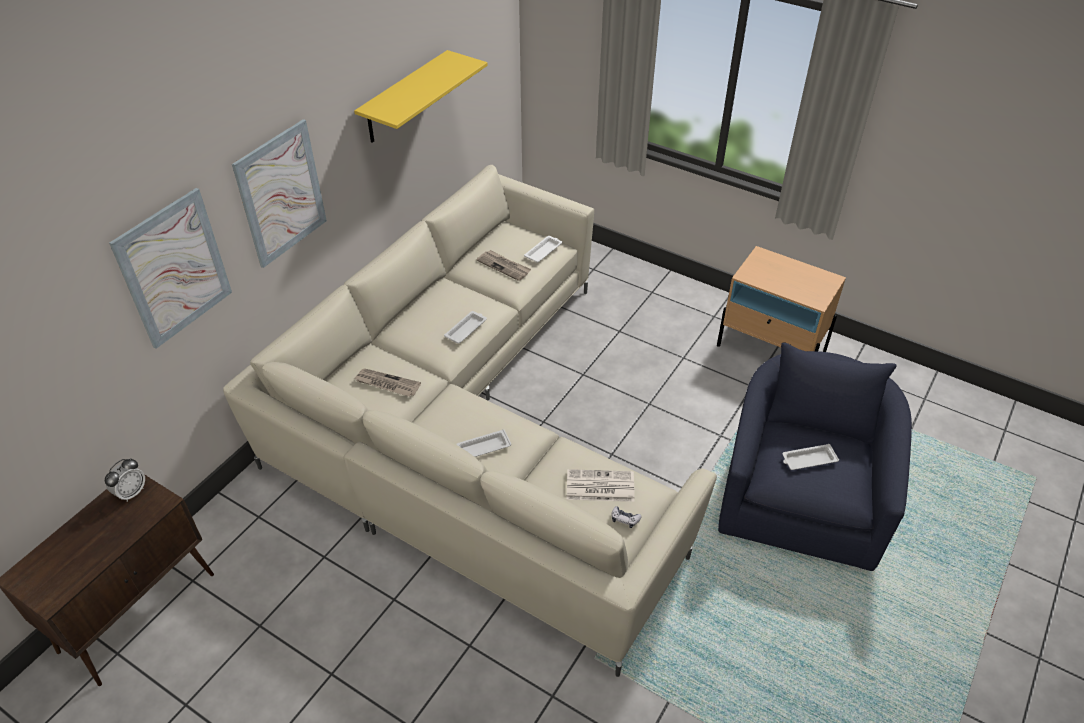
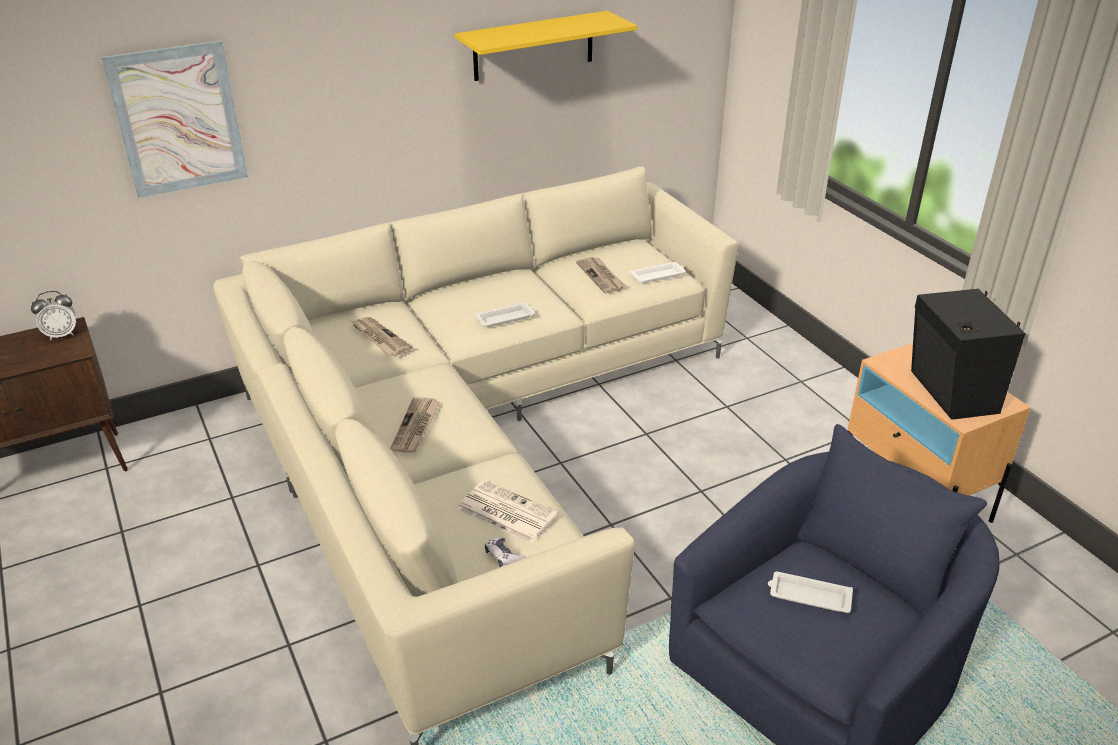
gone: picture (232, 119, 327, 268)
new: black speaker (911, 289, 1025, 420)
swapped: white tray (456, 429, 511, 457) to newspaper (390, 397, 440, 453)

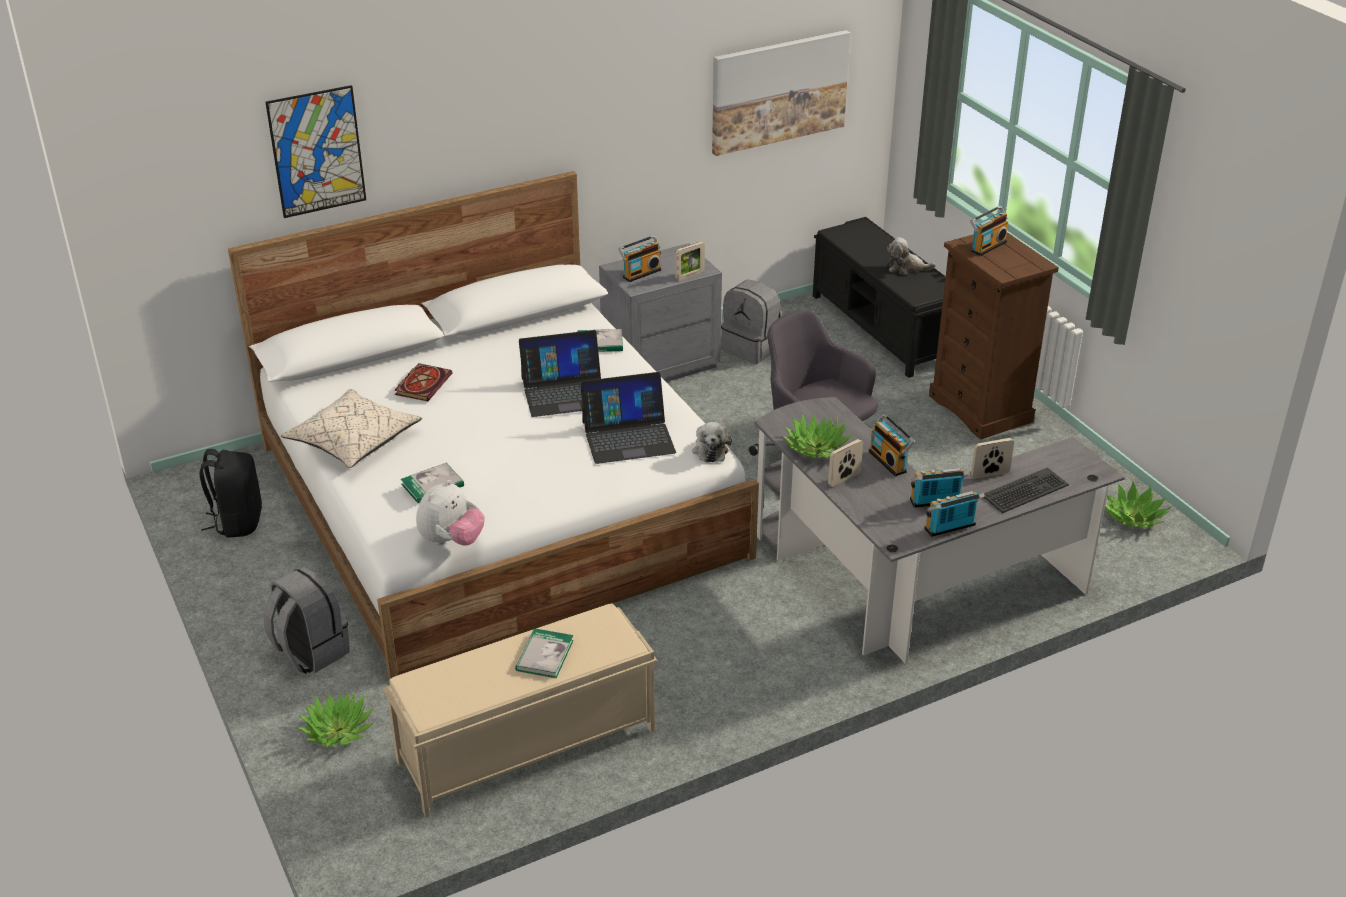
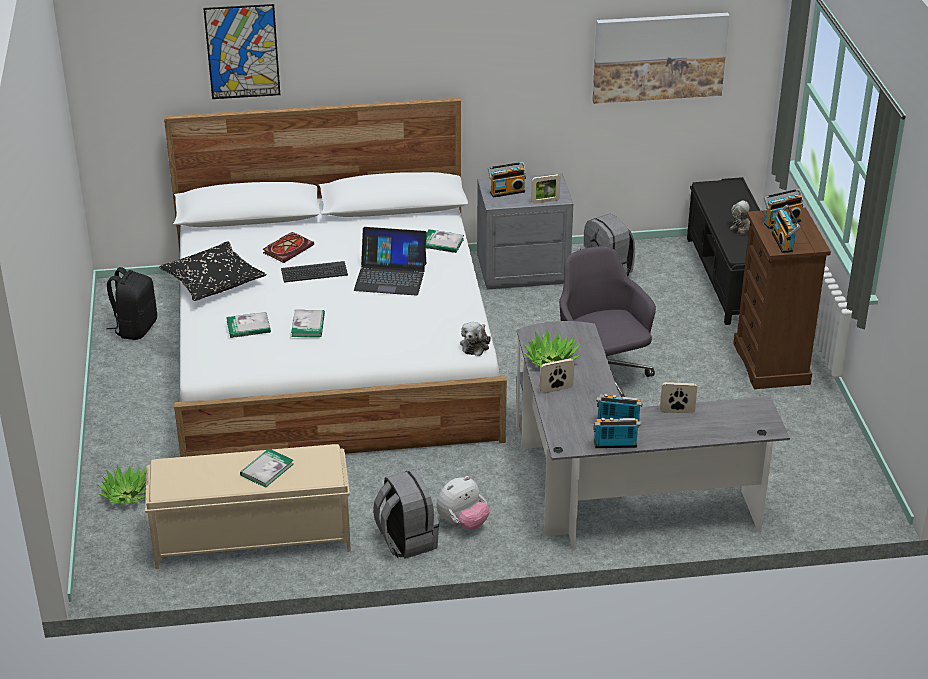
gone: laptop (580, 372, 676, 464); potted plant (1105, 481, 1171, 528)
new: book (291, 310, 325, 337)
shifted: grey backpack (264, 566, 350, 674) to (373, 469, 439, 559); plush toy (416, 480, 485, 546) to (437, 476, 490, 530); radio (869, 414, 915, 476) to (772, 205, 800, 253); keyboard (984, 467, 1069, 513) to (281, 261, 348, 283)
repainted: beige pillow (281, 389, 422, 468) to black pillow (159, 242, 267, 301)

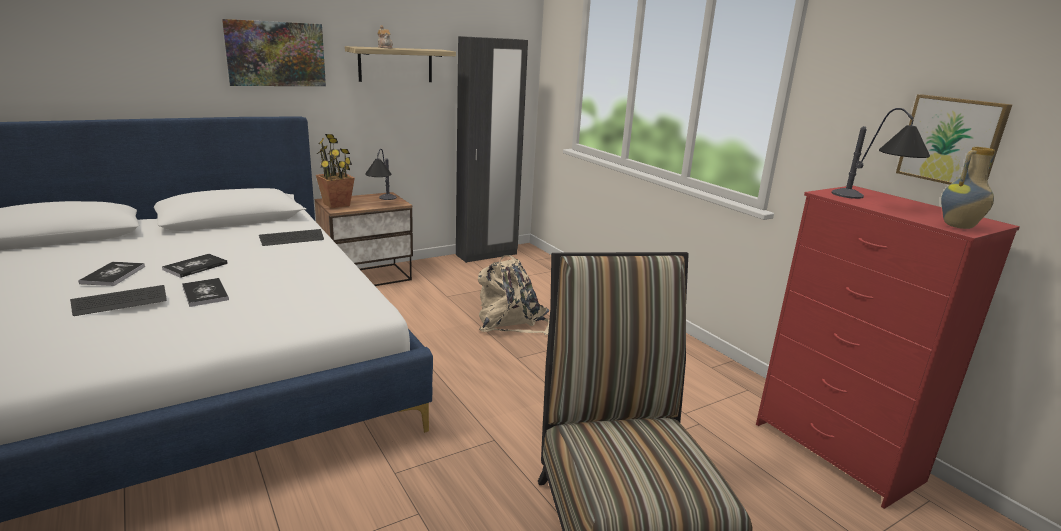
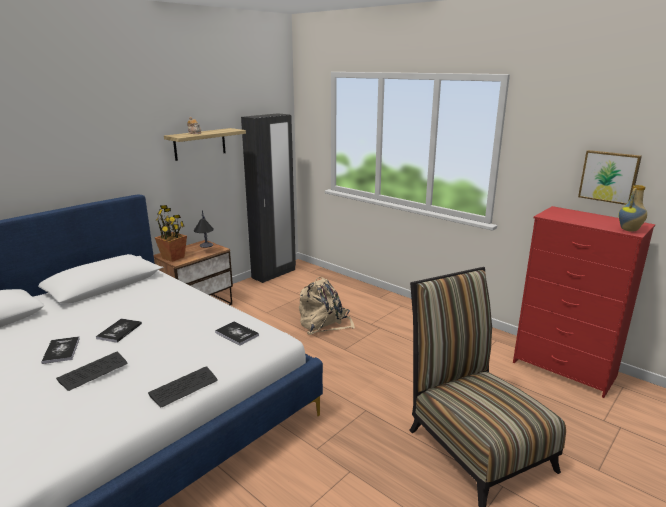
gone: picture (222, 19, 326, 86); table lamp (832, 108, 930, 199)
shifted: book (182, 278, 229, 307) to (215, 322, 259, 346); keyboard (259, 229, 324, 246) to (148, 366, 218, 407)

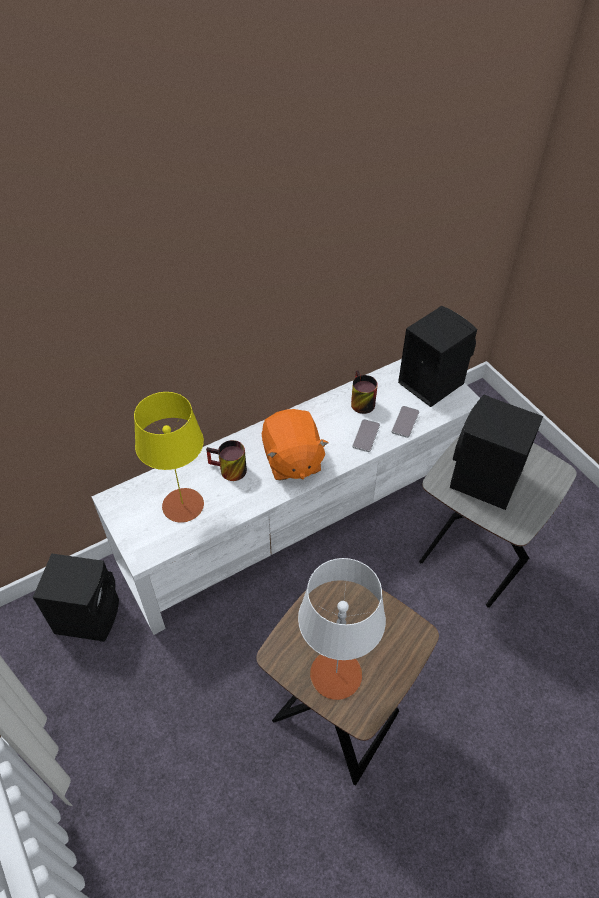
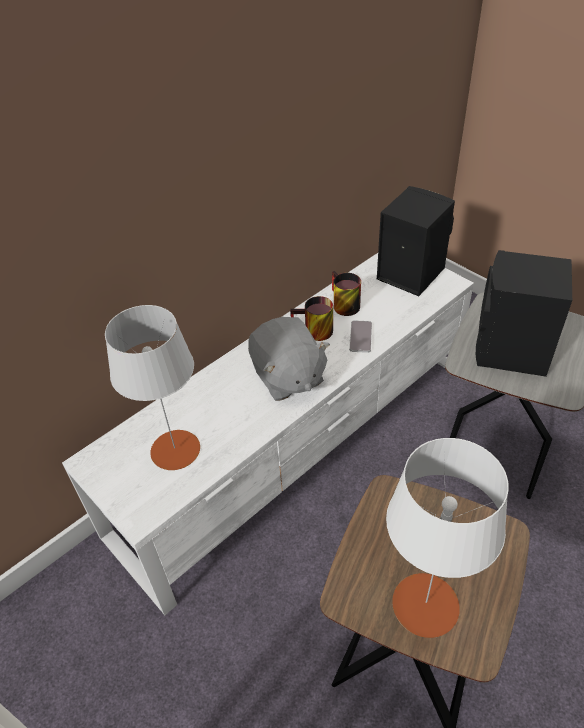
gone: black speaker (33, 553, 119, 642); phone (392, 406, 419, 438)
shifted: mug (206, 440, 247, 481) to (290, 296, 333, 341)
repainted: yellow table lamp (134, 392, 204, 523) to grey table lamp (105, 305, 200, 470); orange plush toy (262, 409, 329, 481) to grey plush toy (248, 317, 330, 401)

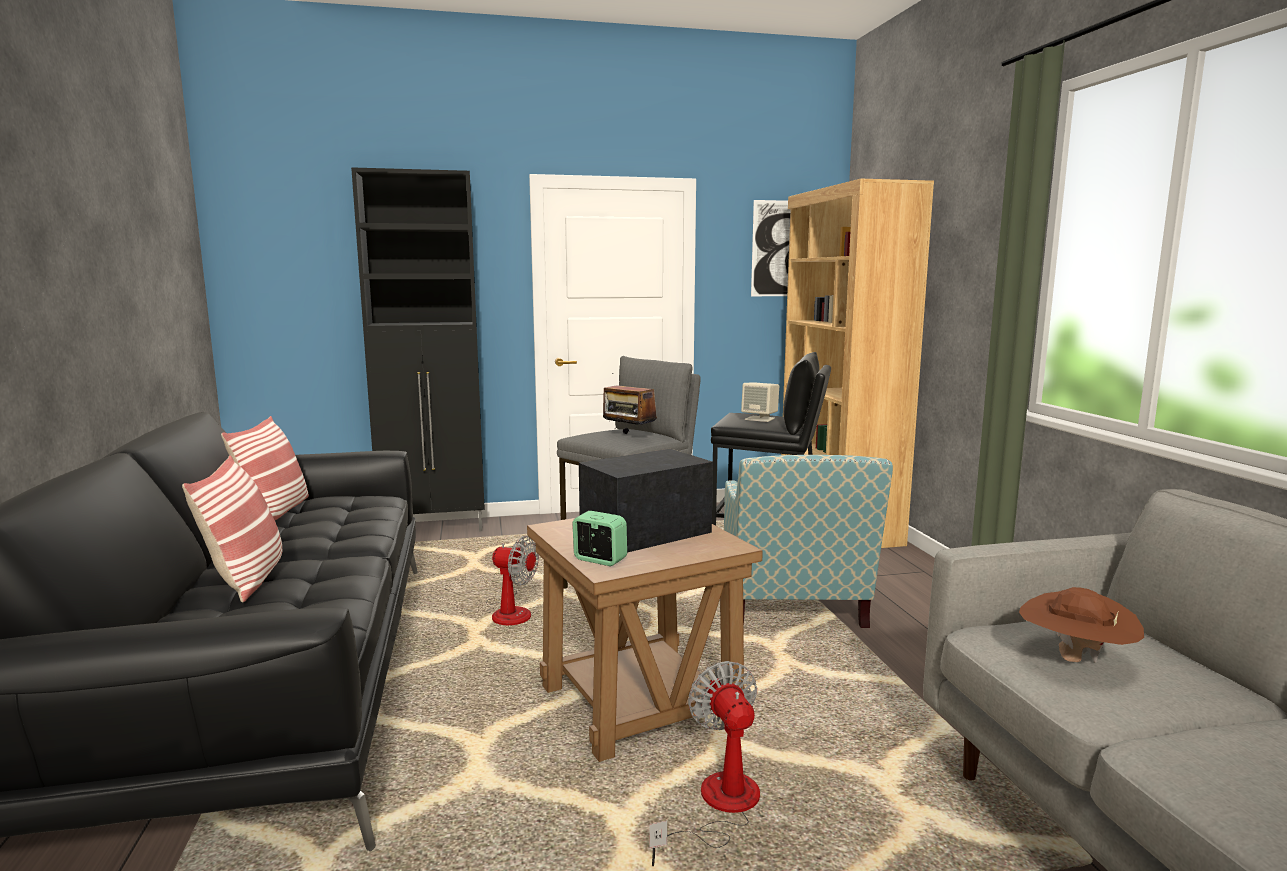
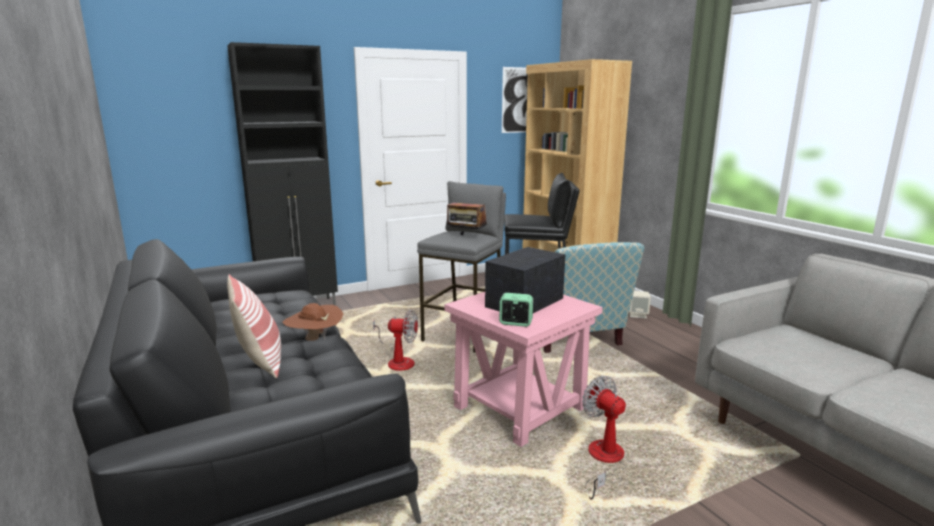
gone: pillow (221, 416, 309, 520)
shifted: beige speaker (741, 383, 779, 422) to (629, 291, 651, 319); brown hat (1019, 587, 1144, 663) to (282, 303, 343, 341)
repainted: brown side table (527, 518, 763, 762) to pink side table (445, 292, 603, 447)

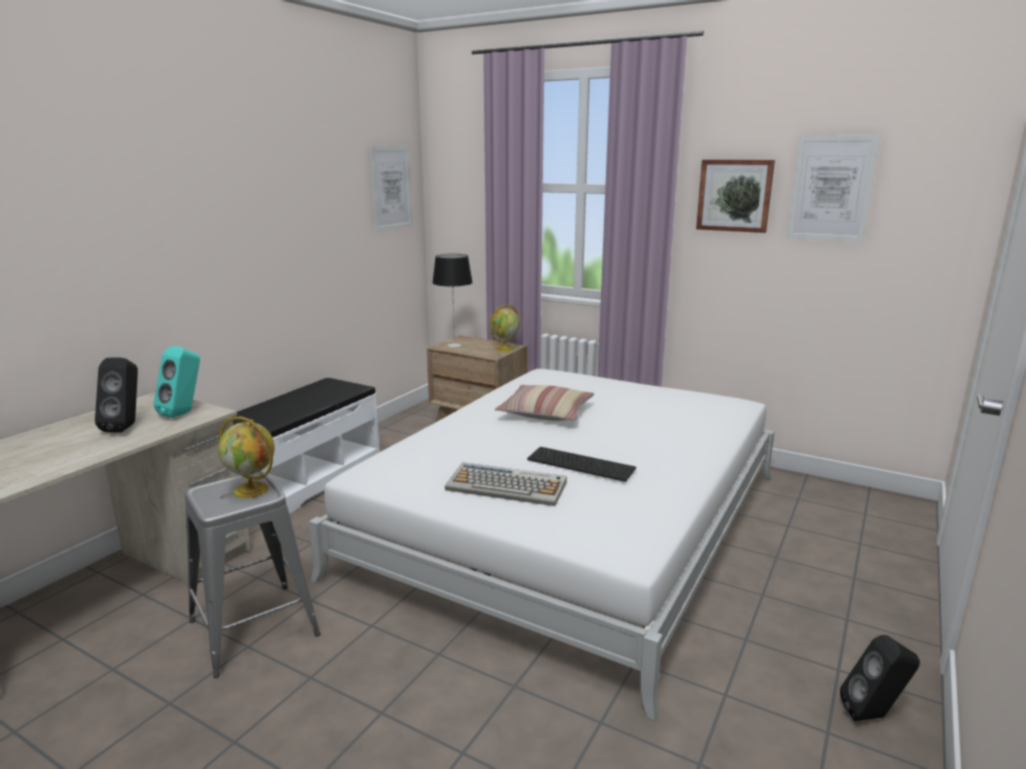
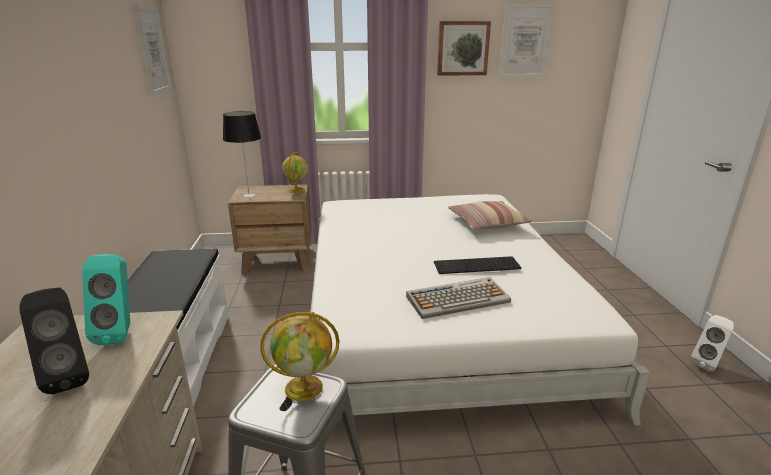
shifted: pillow (495, 385, 594, 421) to (448, 201, 532, 229)
repainted: black speaker (840, 635, 920, 721) to white speaker (691, 315, 734, 372)

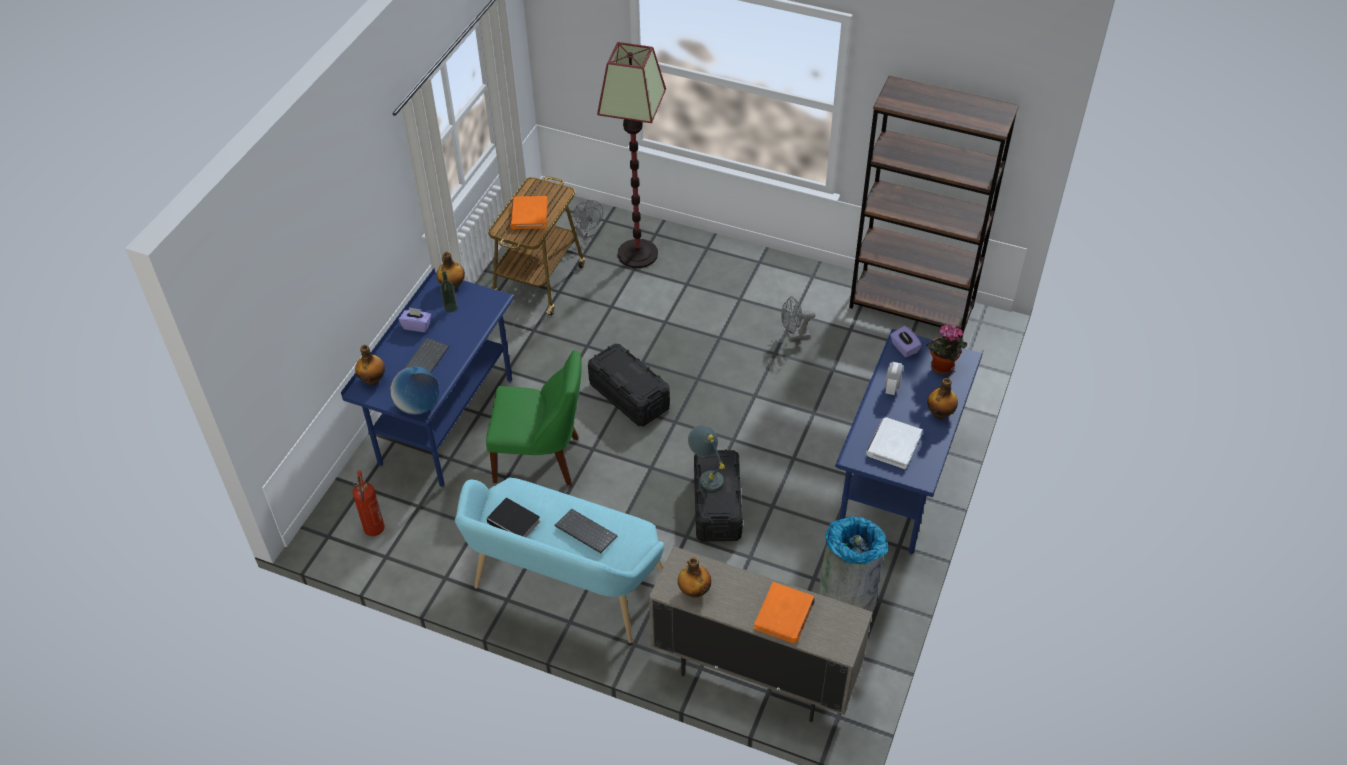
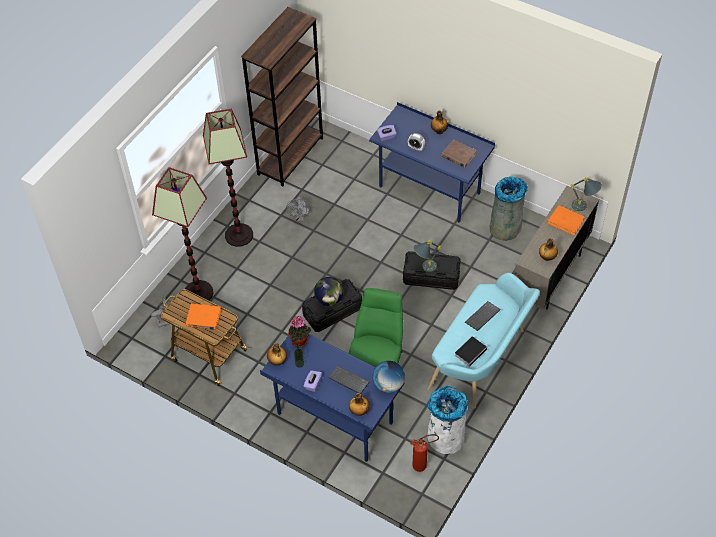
new: floor lamp (203, 109, 253, 247); globe (314, 277, 343, 306); white trash can (427, 386, 468, 454); grey table lamp (571, 177, 602, 211)
shifted: potted plant (926, 324, 967, 374) to (288, 316, 311, 347)
repainted: white book (866, 417, 922, 469) to brown book (441, 139, 477, 168)

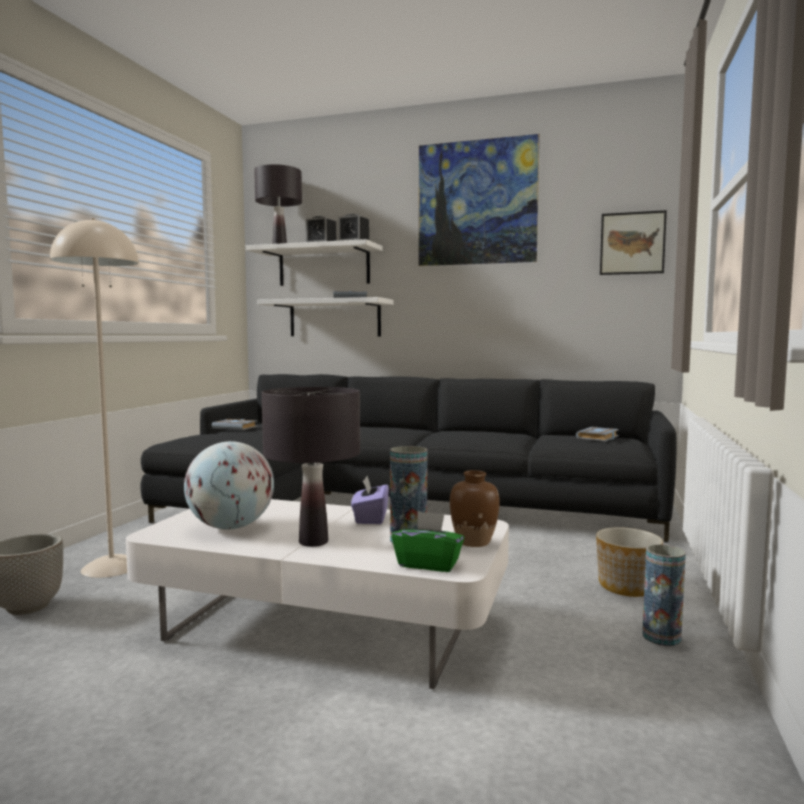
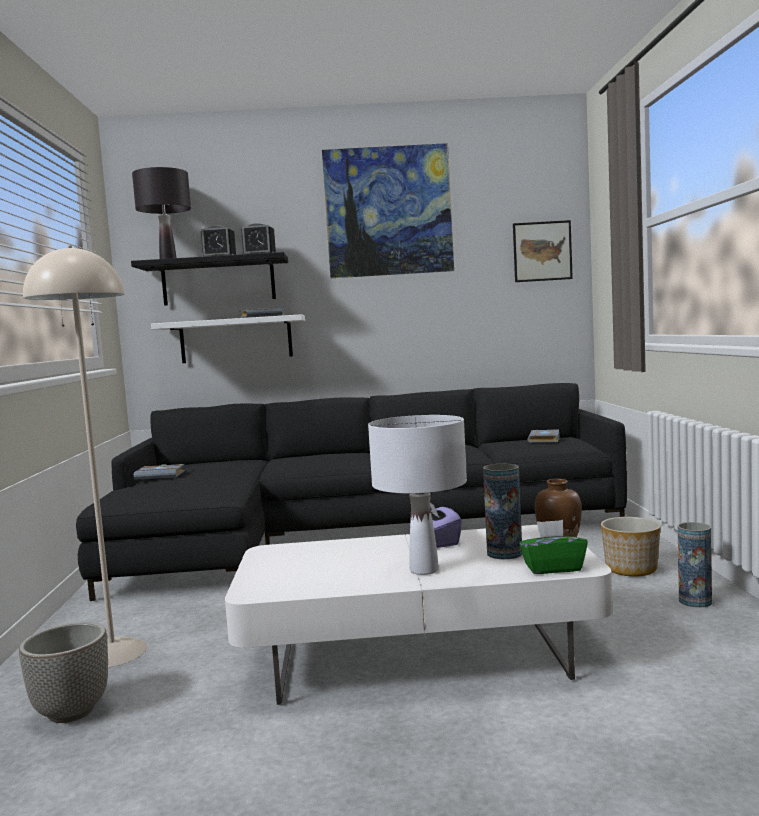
gone: globe (184, 441, 274, 529)
repainted: white shelf (246, 239, 383, 286) to black shelf (131, 252, 288, 306); black table lamp (262, 387, 360, 547) to white table lamp (368, 415, 467, 575)

